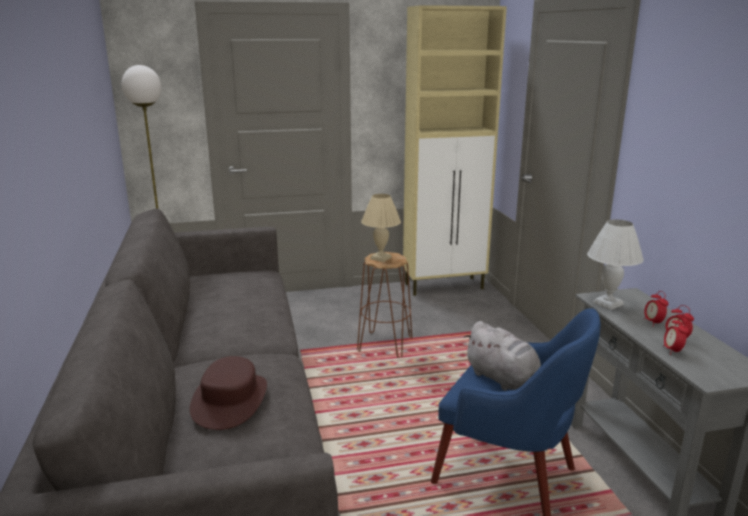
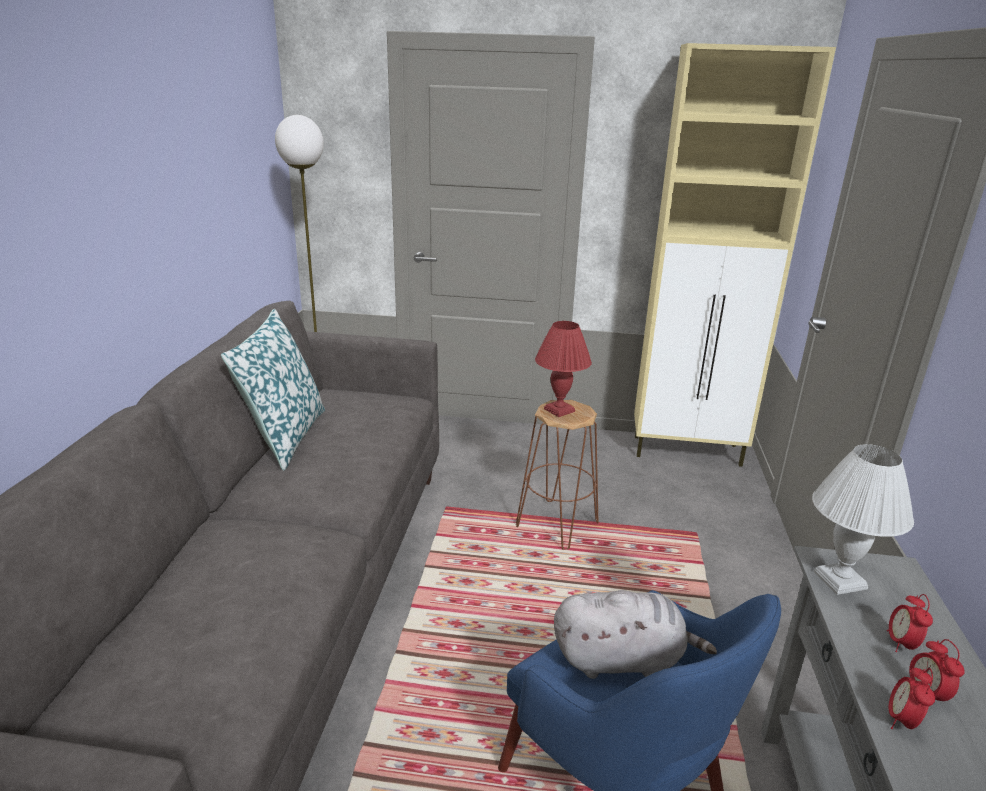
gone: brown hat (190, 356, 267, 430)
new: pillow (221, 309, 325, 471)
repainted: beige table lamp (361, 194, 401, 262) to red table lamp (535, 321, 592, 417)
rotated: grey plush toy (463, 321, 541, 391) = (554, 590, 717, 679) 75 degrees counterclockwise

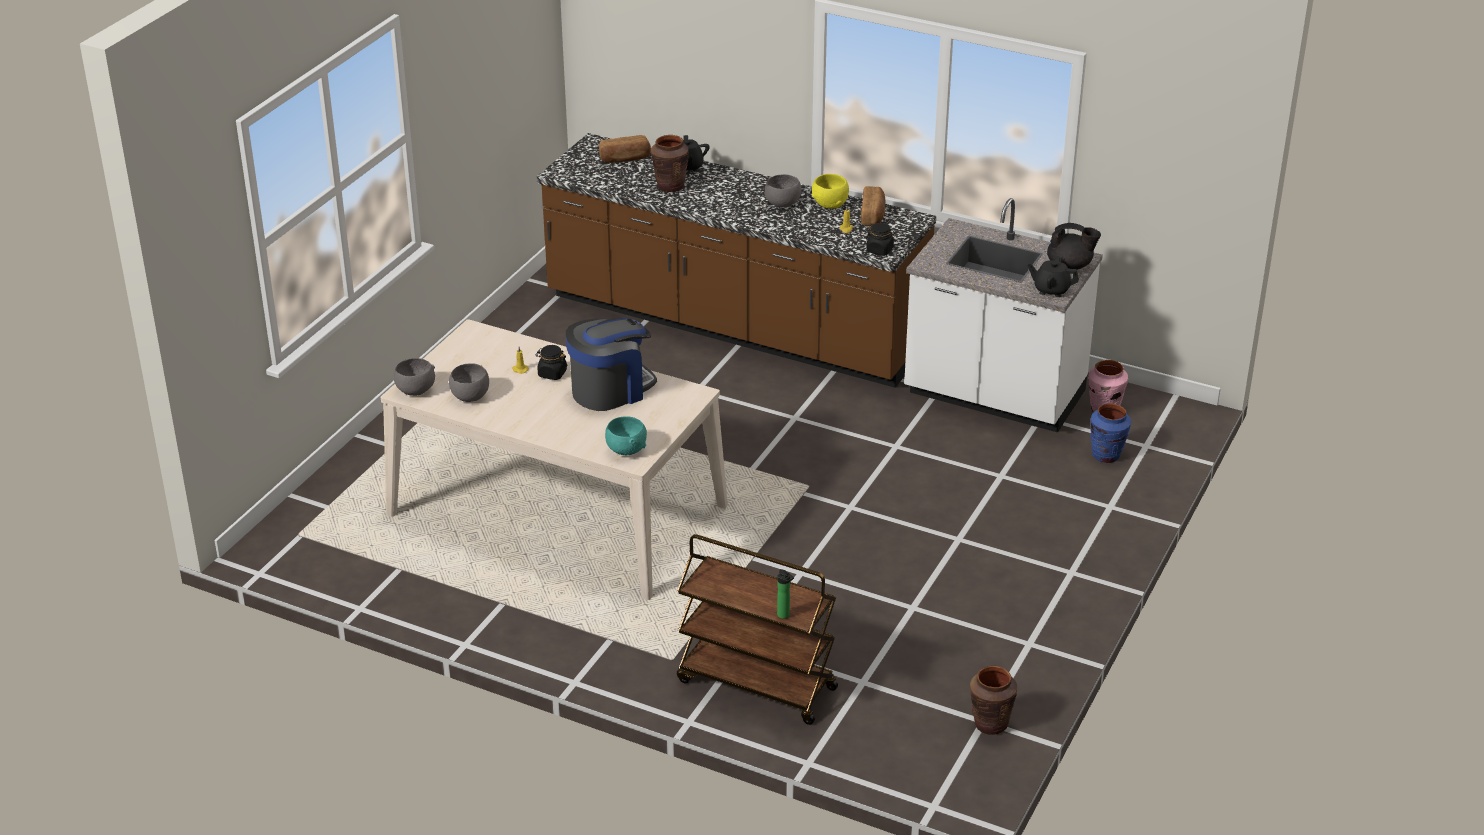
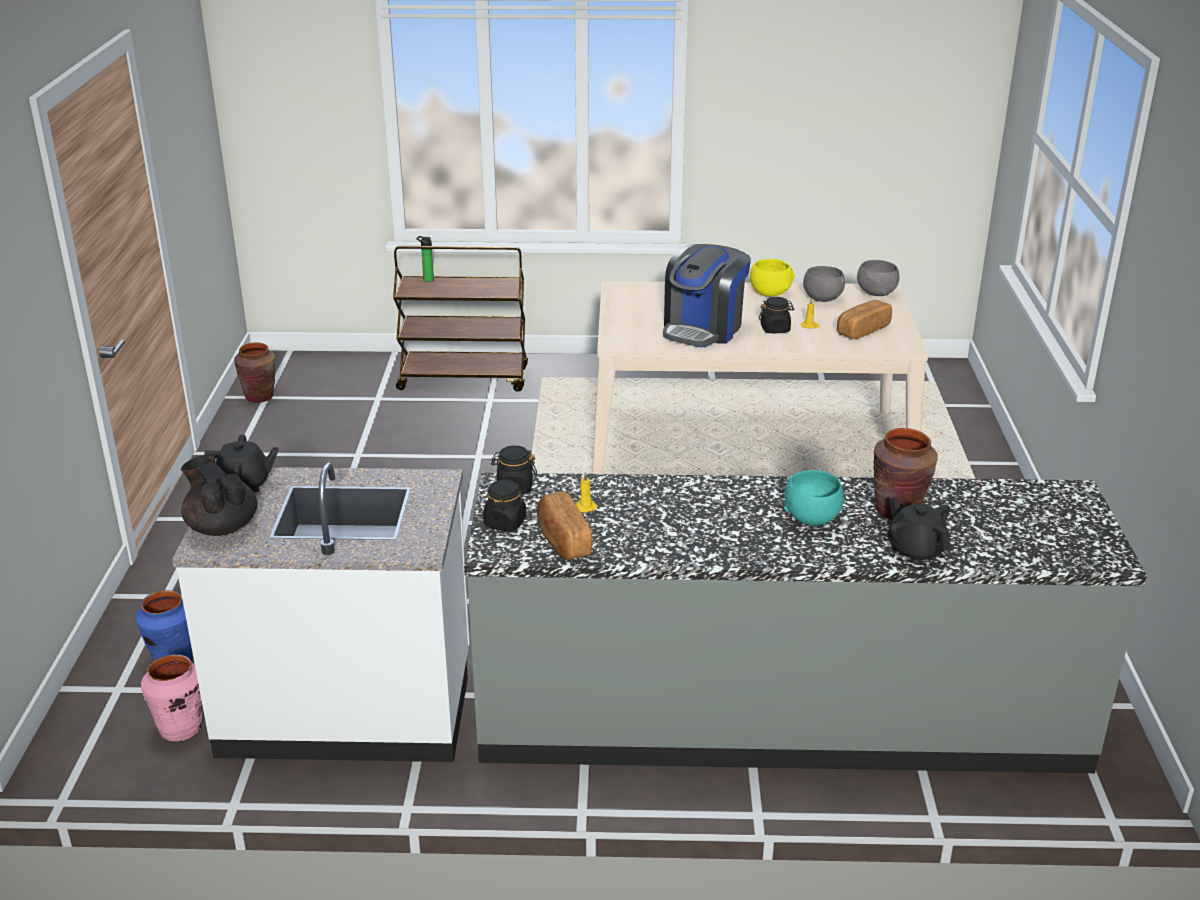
gone: grey bowl (765, 174, 802, 208)
new: black jar (483, 480, 526, 532)
shifted: bread (599, 135, 651, 163) to (837, 300, 892, 340); turquoise bowl (605, 416, 647, 455) to (784, 470, 844, 526); yellow bowl (812, 174, 849, 209) to (750, 259, 795, 297)
repainted: brown counter (537, 133, 936, 388) to grey counter (464, 472, 1147, 773)
rotated: black teapot (1047, 223, 1101, 270) = (181, 455, 258, 536) 60 degrees clockwise

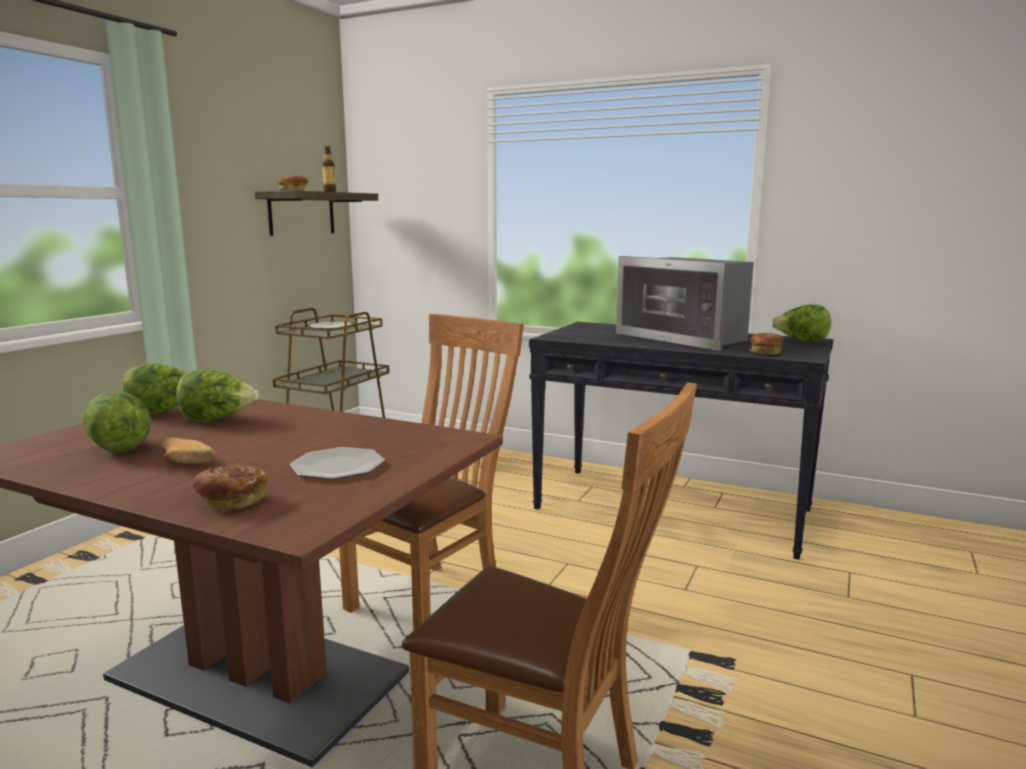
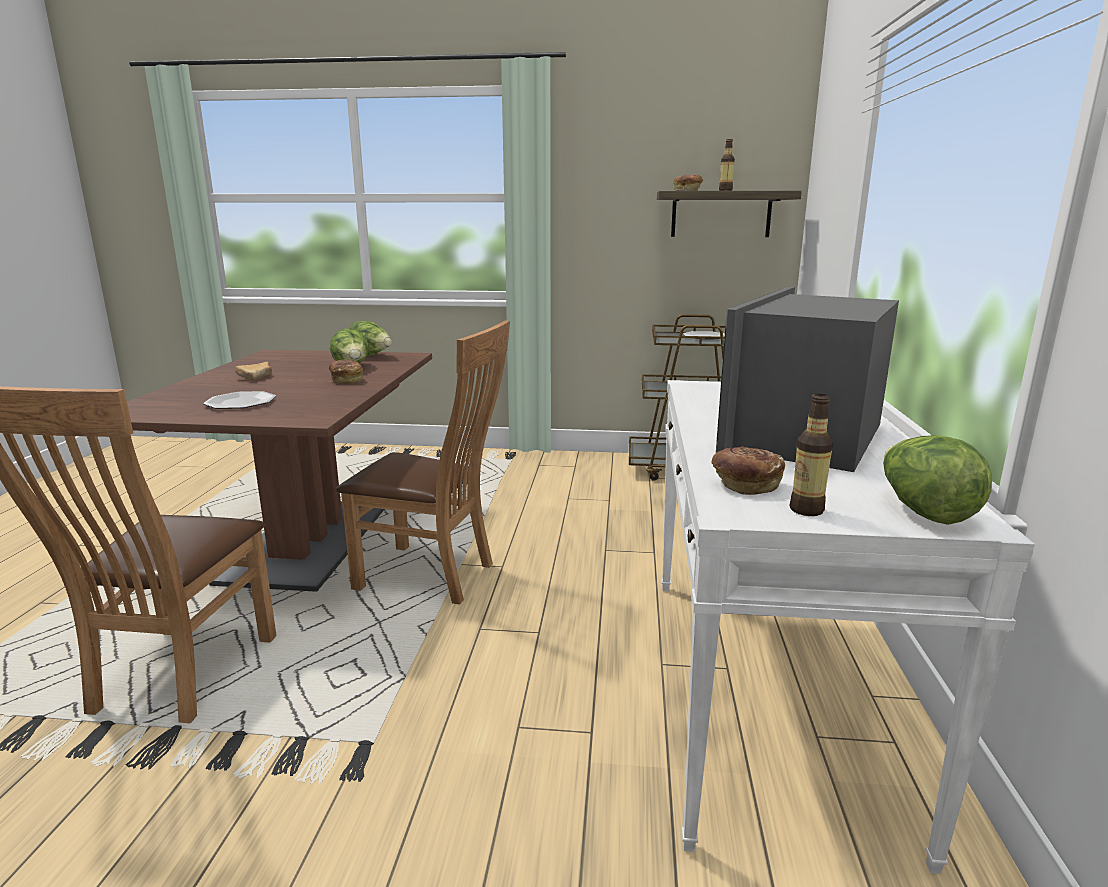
gone: lettuce (82, 391, 151, 452)
new: bottle (790, 394, 833, 516)
shifted: bread (192, 465, 267, 512) to (329, 360, 364, 384)
repainted: black console table (529, 322, 833, 560) to white console table (661, 380, 1035, 874)

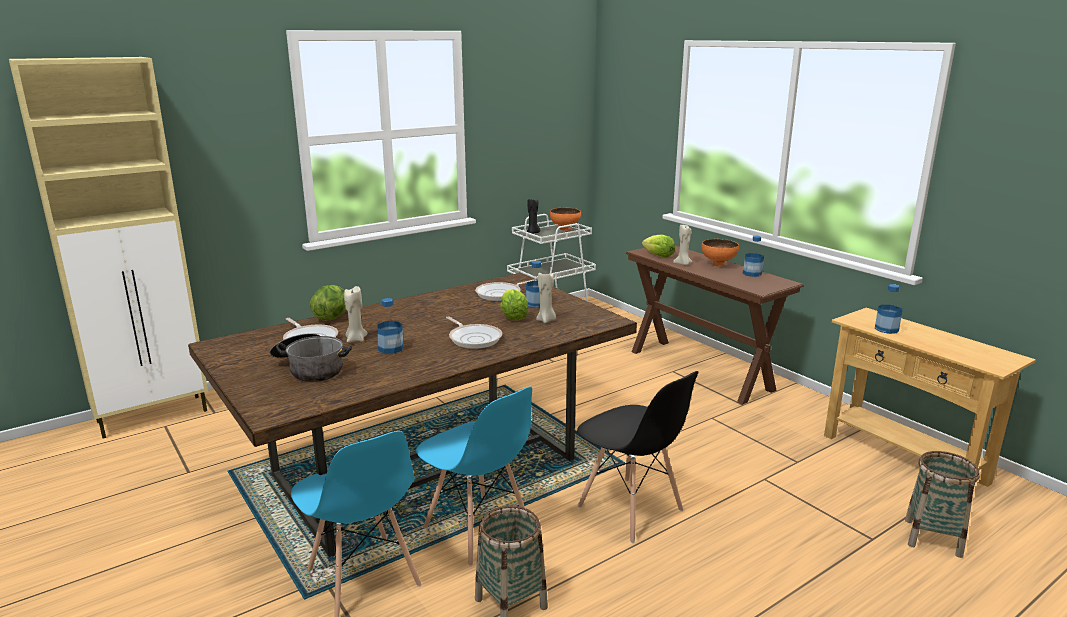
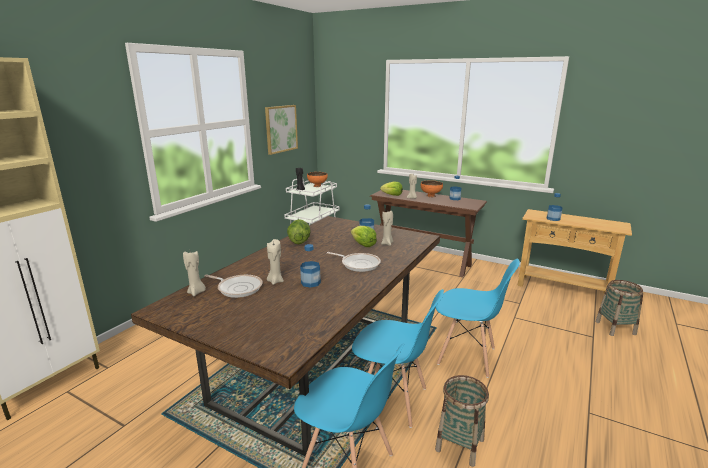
gone: cooking pot (270, 333, 353, 382); frying pan (475, 279, 537, 301)
new: beige candle (183, 251, 206, 296); picture (265, 105, 298, 155)
shifted: lettuce (310, 285, 346, 321) to (287, 219, 311, 244)
repainted: black chair (577, 371, 698, 543) to blue chair (436, 259, 520, 378)

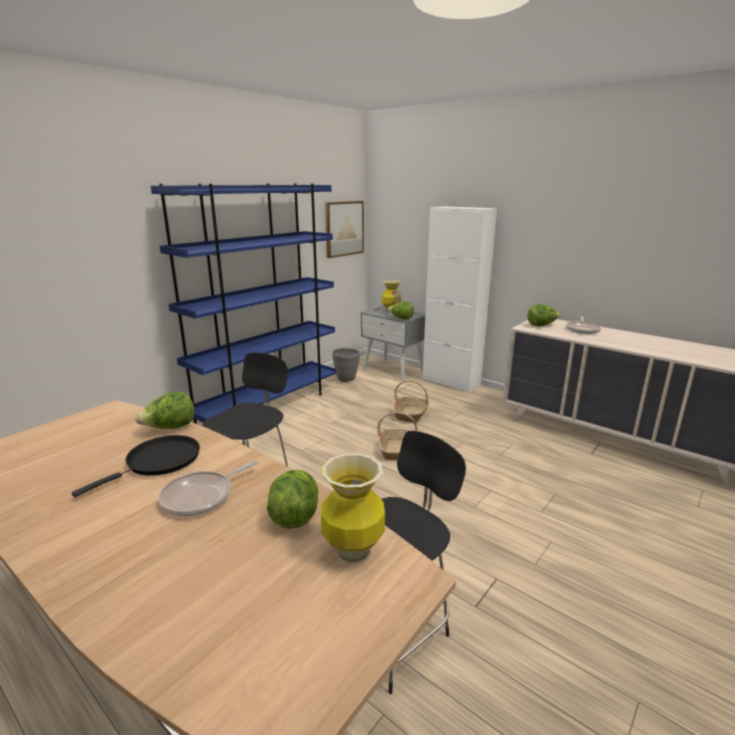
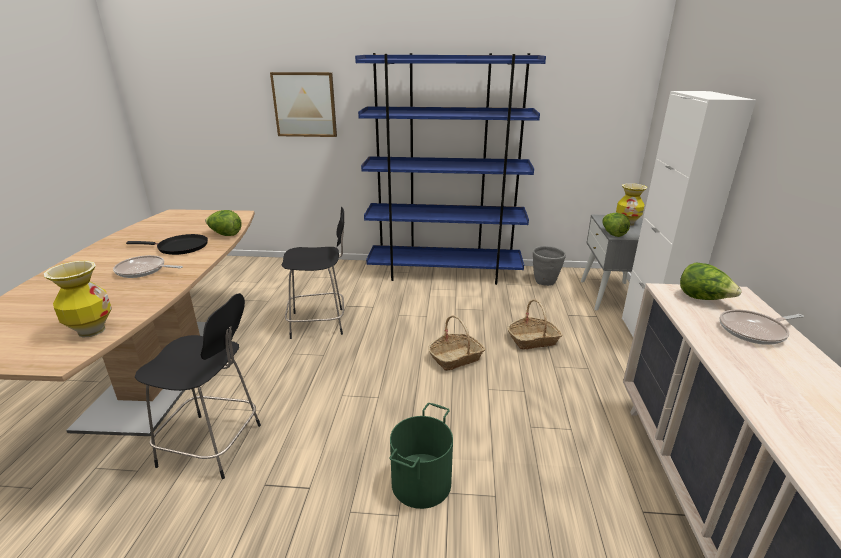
gone: lettuce (267, 469, 318, 529)
new: green bucket (390, 403, 453, 509)
shifted: picture (325, 201, 364, 258) to (270, 72, 337, 137)

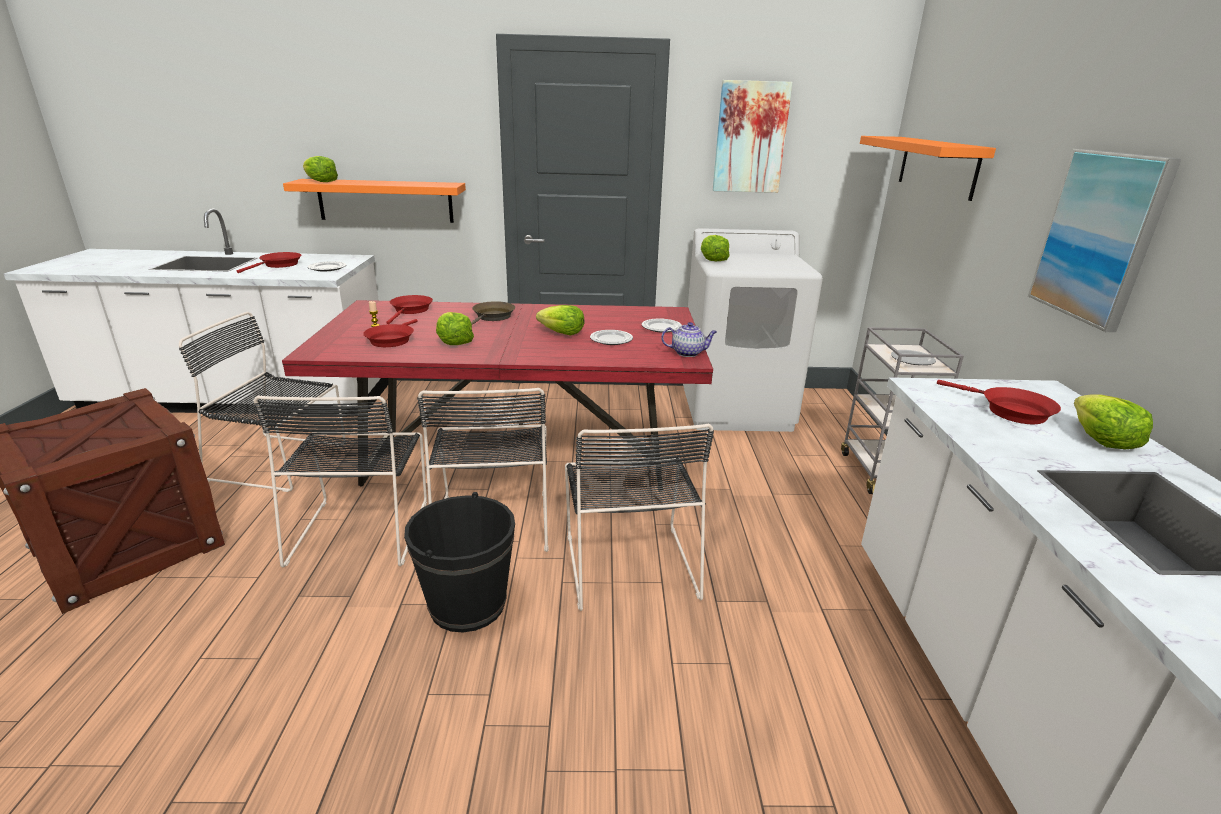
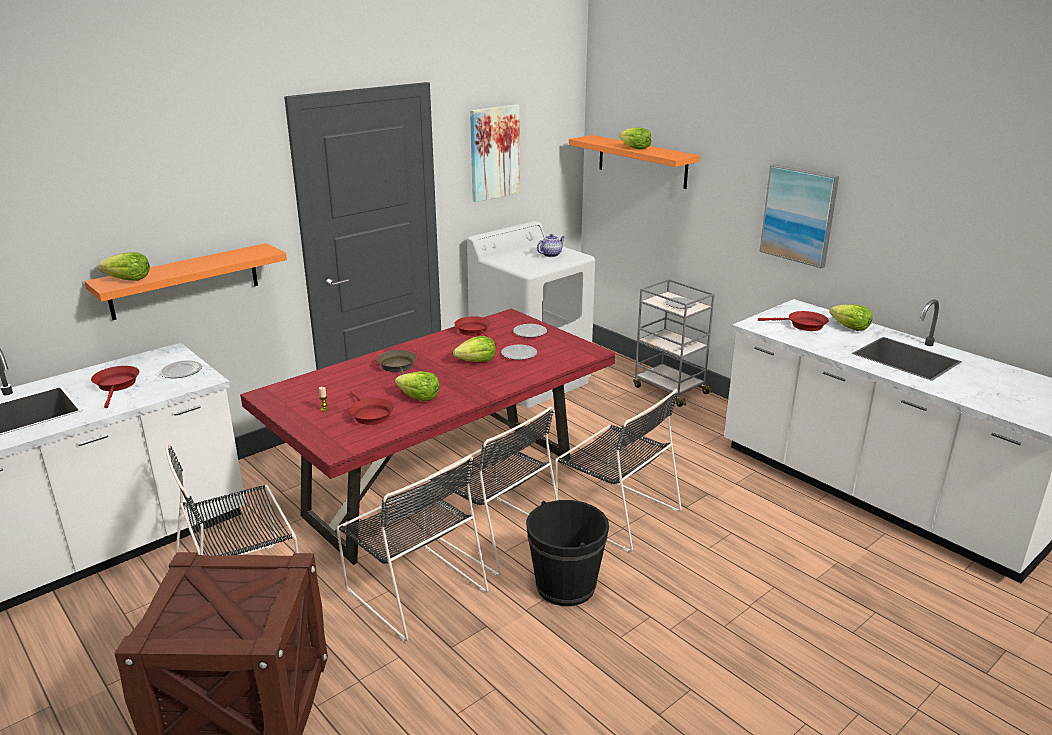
shifted: red frying pan (386, 295, 433, 324) to (454, 316, 497, 345); teapot (661, 322, 717, 357) to (537, 234, 565, 257); lettuce (701, 235, 730, 261) to (619, 127, 651, 150)

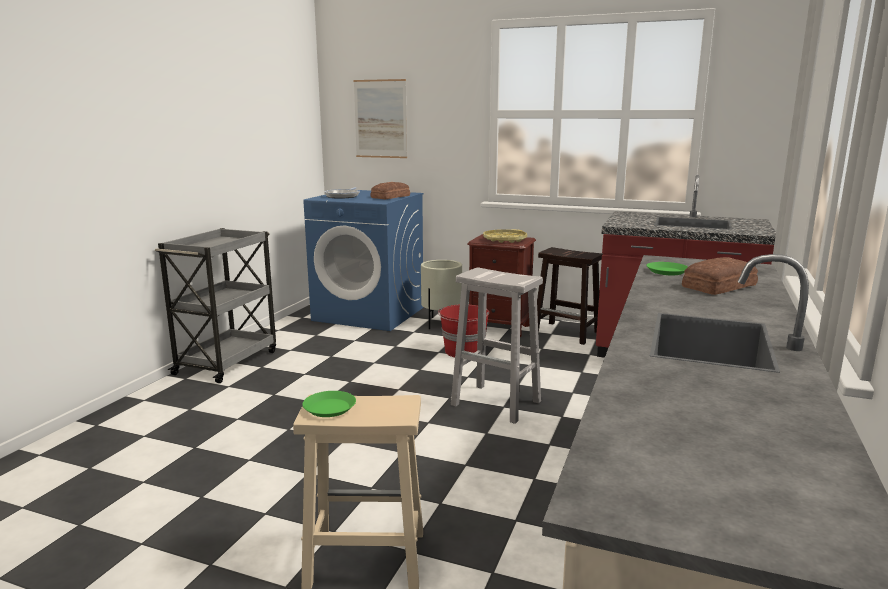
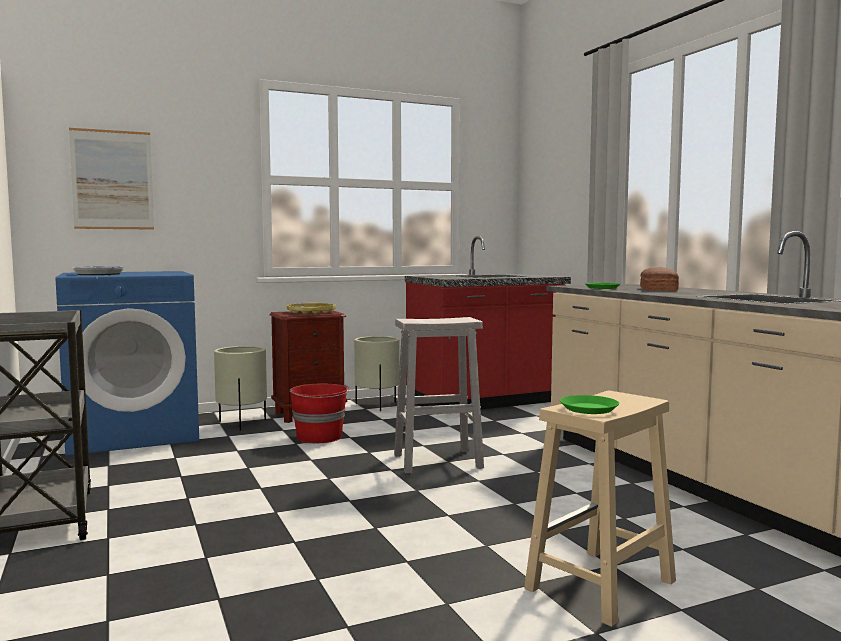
gone: bread (370, 182, 410, 199)
swapped: brown stool (537, 247, 603, 345) to beige planter (354, 336, 400, 411)

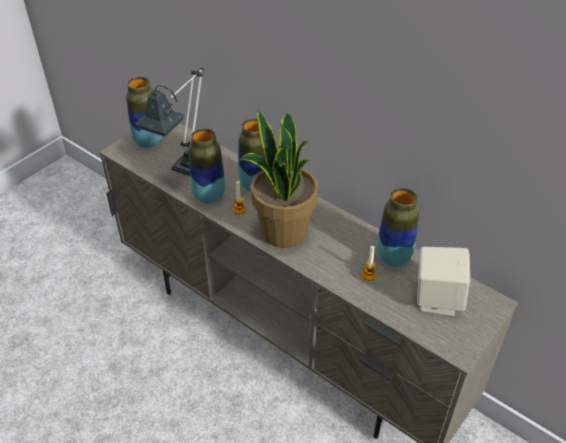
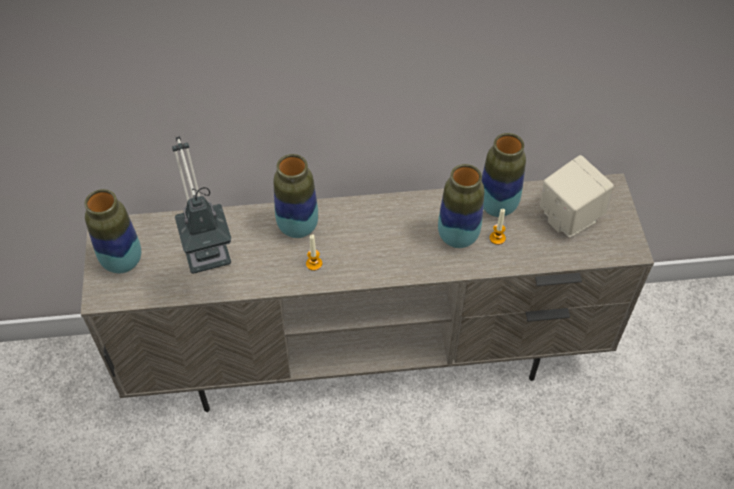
gone: potted plant (239, 110, 319, 248)
shifted: vase (189, 128, 225, 204) to (438, 164, 484, 248)

